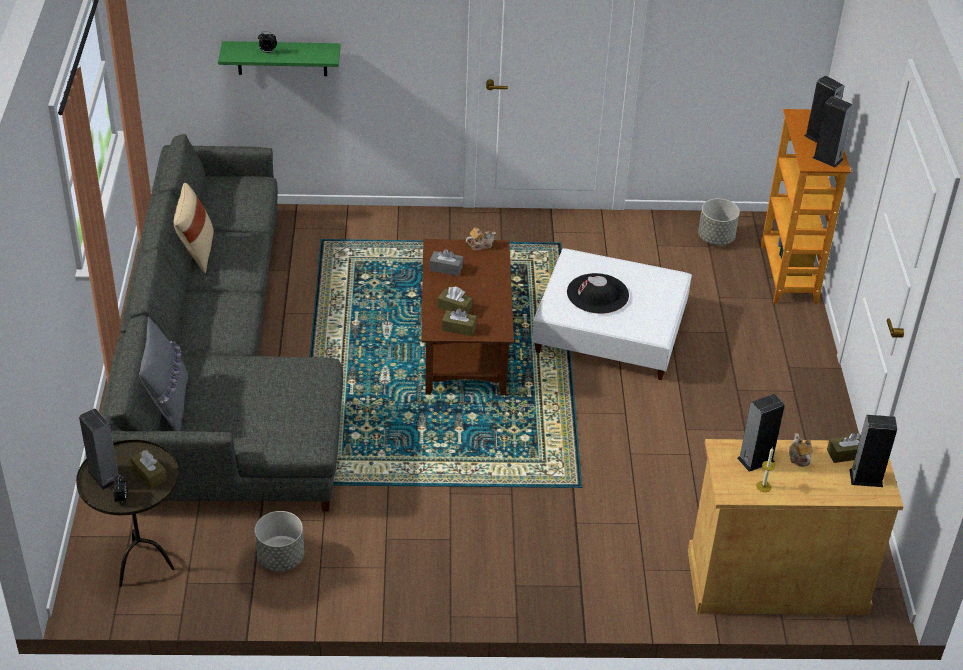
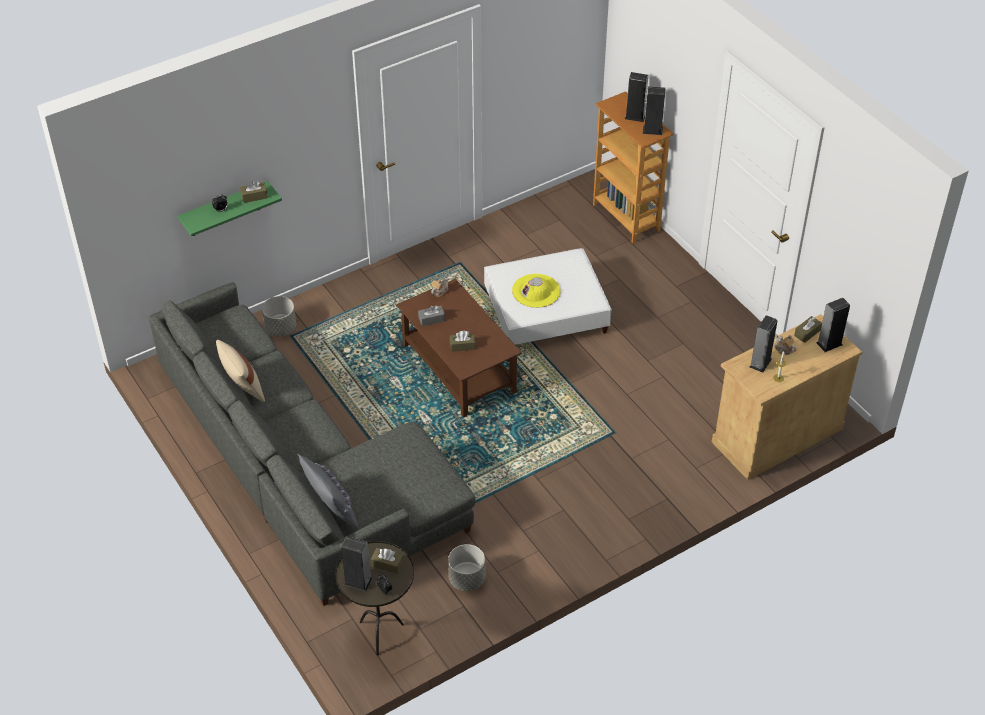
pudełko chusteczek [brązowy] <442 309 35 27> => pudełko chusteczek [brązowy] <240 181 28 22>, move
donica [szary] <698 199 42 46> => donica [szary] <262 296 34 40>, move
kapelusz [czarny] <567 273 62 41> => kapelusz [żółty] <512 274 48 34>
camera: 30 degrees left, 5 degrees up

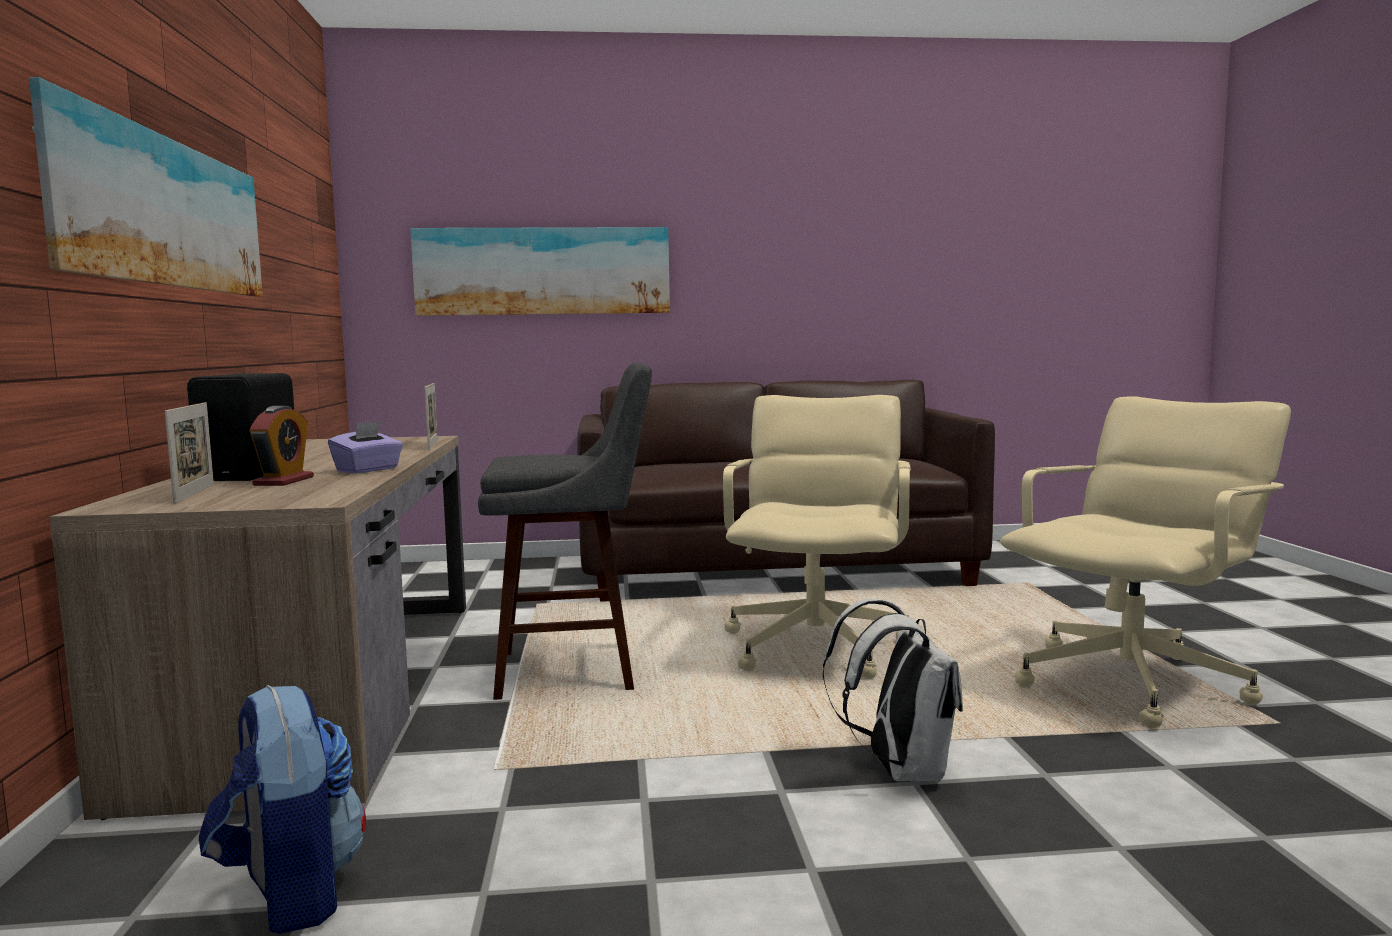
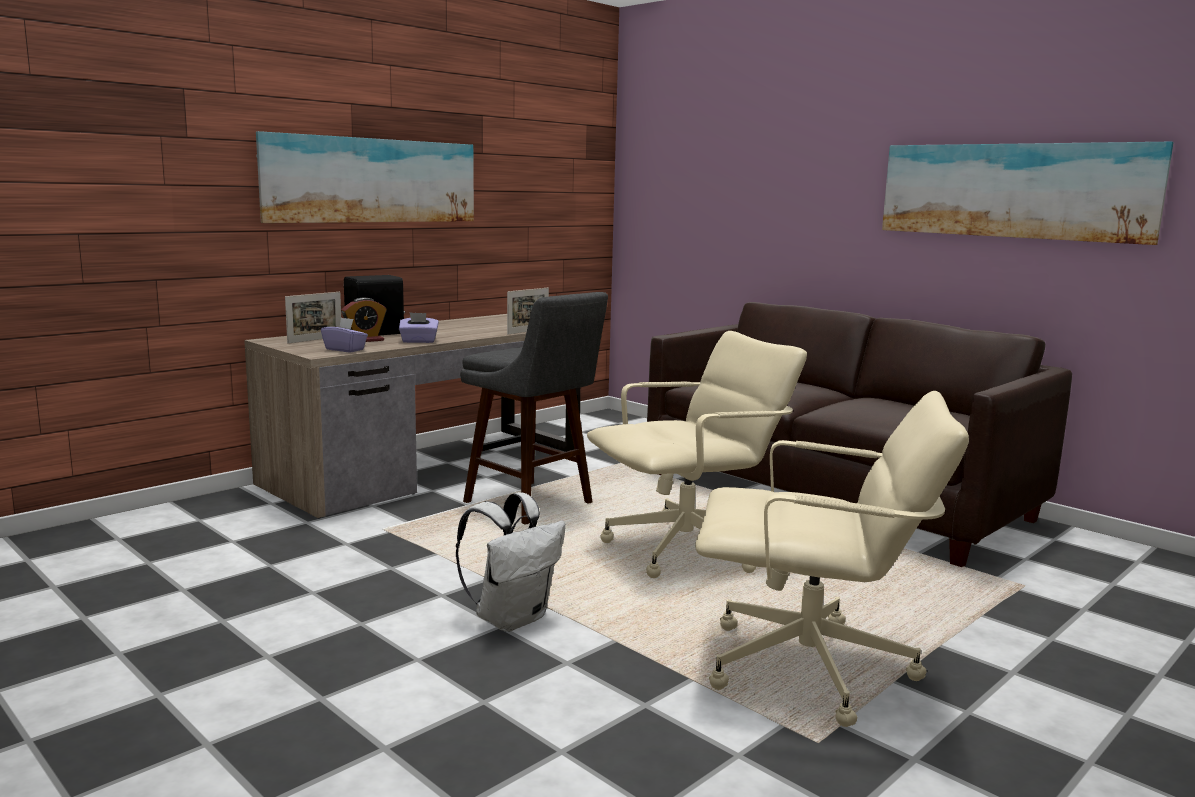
plecak <199 685 167 249> => nothing
nothing => pudełko chusteczek [fioletowy] <321 318 47 34>
obraz <411 227 259 89> => obraz <882 142 292 103>, move
camera: 50 degrees right, 5 degrees up

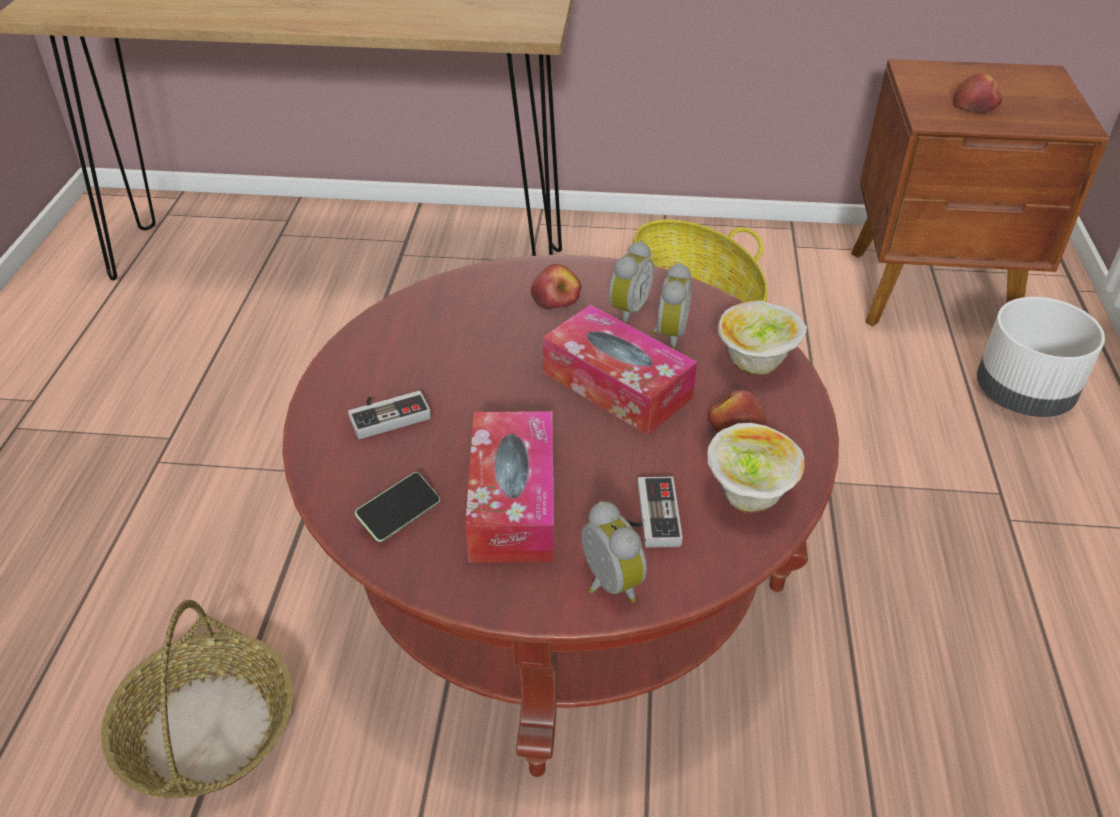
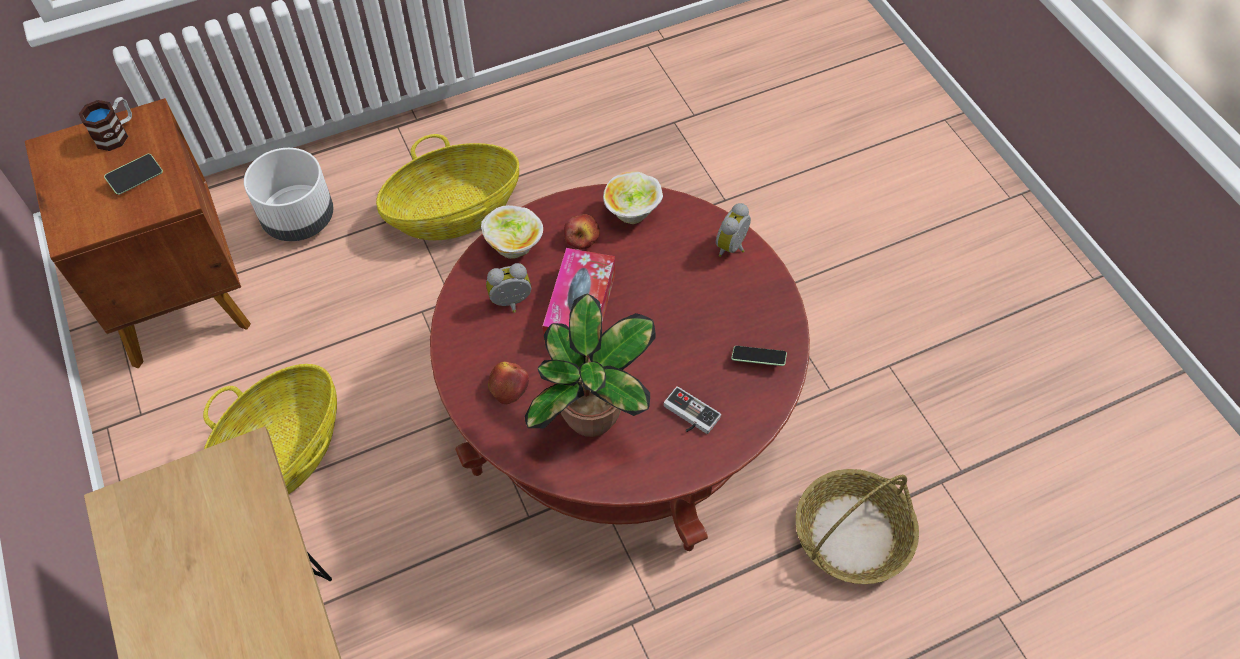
pudełko chusteczek <465 411 89 152> => nothing
budzik <608 241 46 83> => nothing
pad do gier <626 476 57 72> => nothing
nothing => kubek <79 97 53 54>
nothing => koszyk <376 134 143 106>
nothing => roślina doniczkowa <525 293 130 144>
jabłko <953 74 49 39> => telefon <104 154 59 41>
camera: 120 degrees left, 15 degrees up

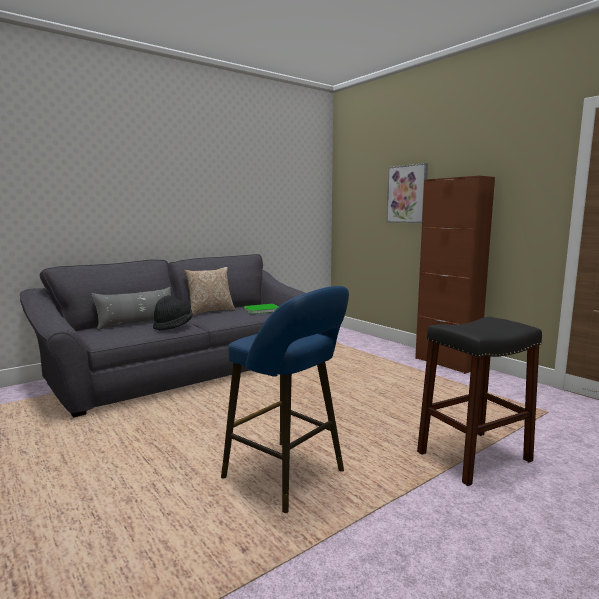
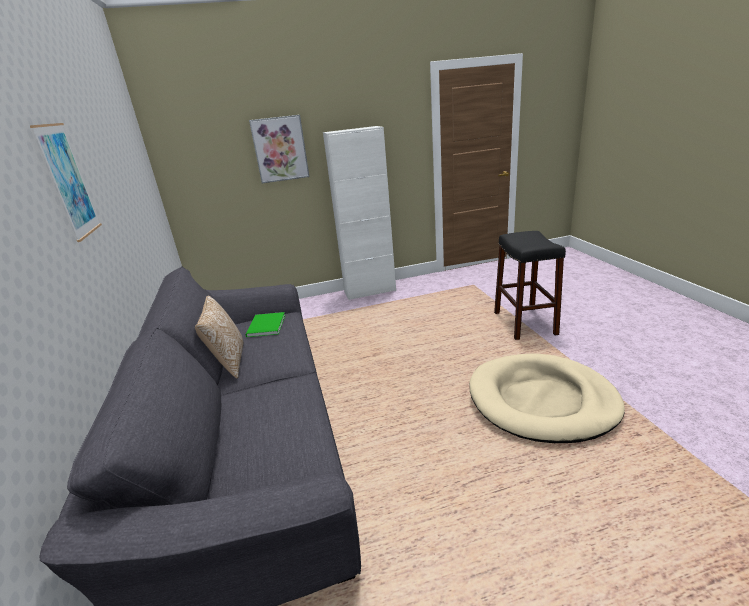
poduszka [szary] <91 287 80 43> => nothing
kapelusz [czarny] <153 295 40 36> => nothing
nothing => obraz <30 123 72 119>
stołek [niebieski] <221 286 128 227> => legowisko [beżowy] <469 353 156 90>
szafka [brązowy] <415 176 80 198> => szafka [biały] <323 126 73 174>
camera: 65 degrees left, 15 degrees up

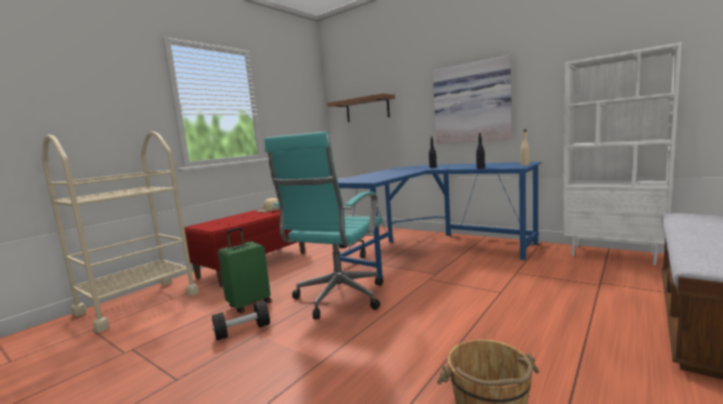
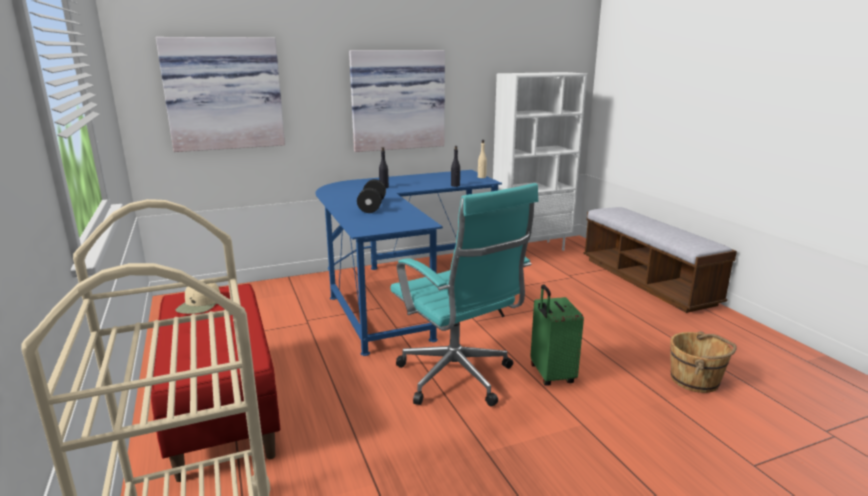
hantel [czarny] <212 301 58 40> => hantel [czarny] <357 179 29 34>, move
walizka [zielony] <218 227 53 86> => walizka [zielony] <530 284 54 102>, move
półka <327 94 68 28> => obraz <156 37 129 115>
camera: 60 degrees left, 10 degrees up

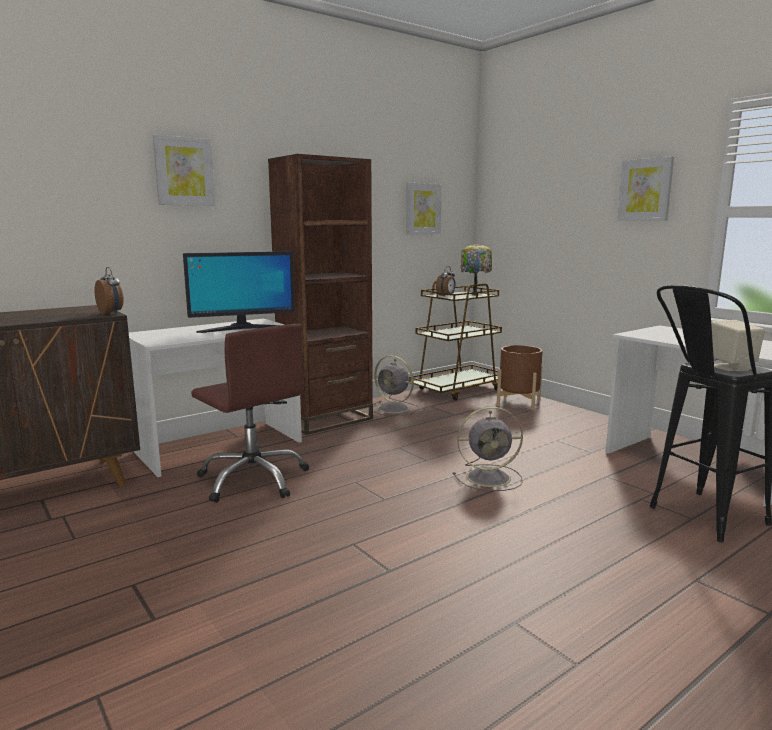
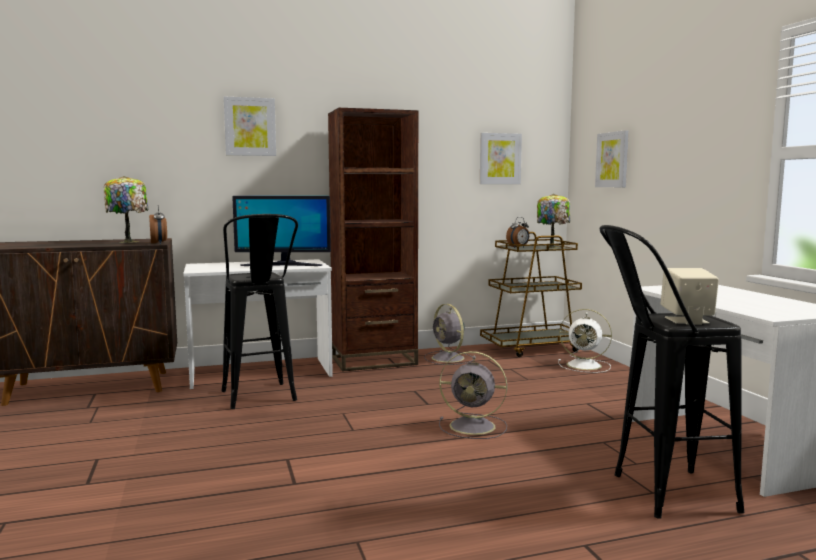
nothing => lampa stołowa <103 176 45 67>
obraz <617 156 57 65> => obraz <595 130 34 57>, move
krzesło biurowe [brązowy] <191 324 118 179> => stołek [czarny] <222 214 76 195>
donica [brązowy] <497 345 46 65> => wentylator [biały] <558 309 54 64>
camera: 20 degrees right, 5 degrees down

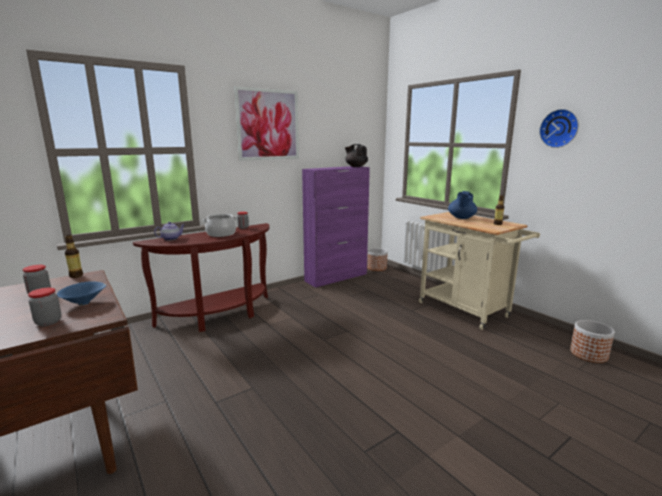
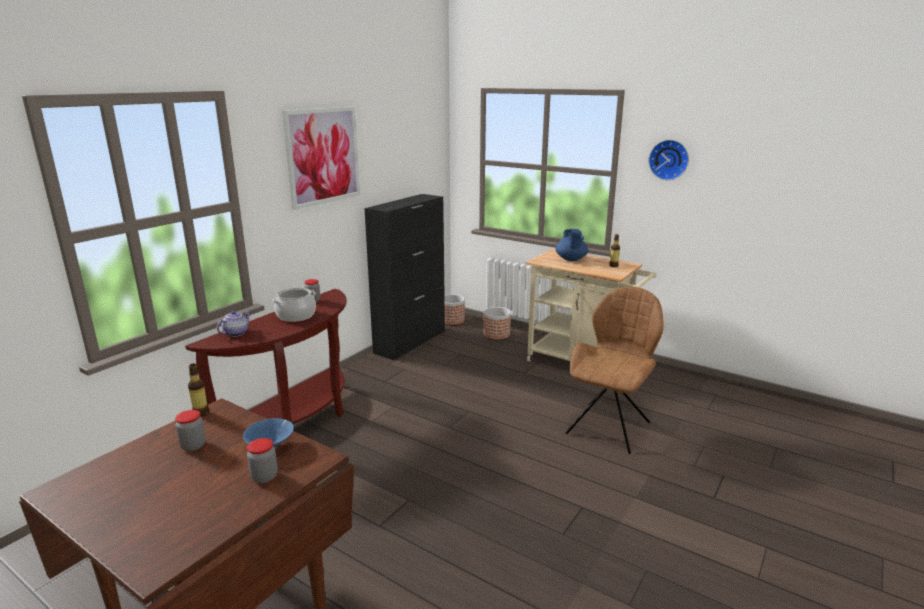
imbryk [czarny] <345 144 23 23> => nothing
nothing => krzesło [brązowy] <565 287 99 167>
donica <570 320 45 43> => donica <484 307 27 33>, move
szafka [fioletowy] <302 166 68 122> => szafka [czarny] <364 194 81 166>
camera: 20 degrees left, 5 degrees up

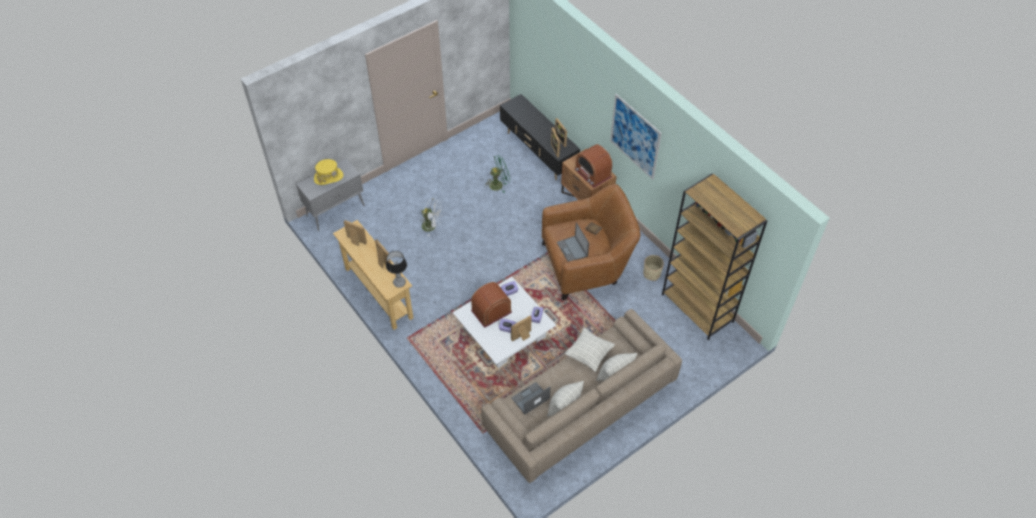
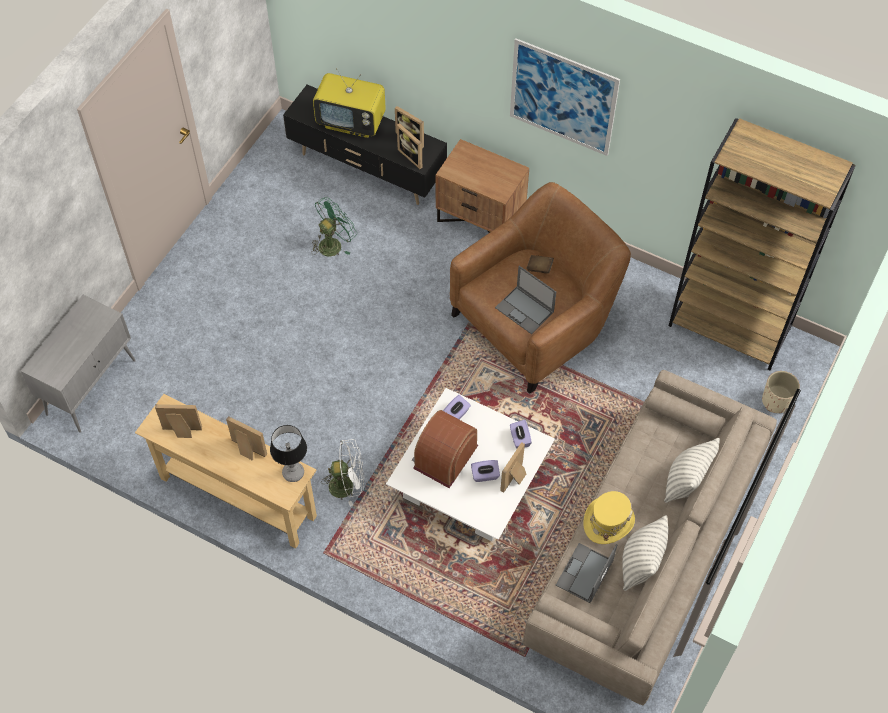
poduszka <565 327 50 45> => nothing
radio <575 144 37 44> => nothing
nothing => telewizor <313 68 73 70>
kapelusz [żółty] <314 159 29 26> => kapelusz [żółty] <583 491 52 53>, move
wentylator [biały] <421 198 22 39> => wentylator [biały] <321 439 43 68>, move
donica [beżowy] <643 255 21 26> => donica [beżowy] <762 371 38 42>, move
camera: 25 degrees left, 5 degrees up

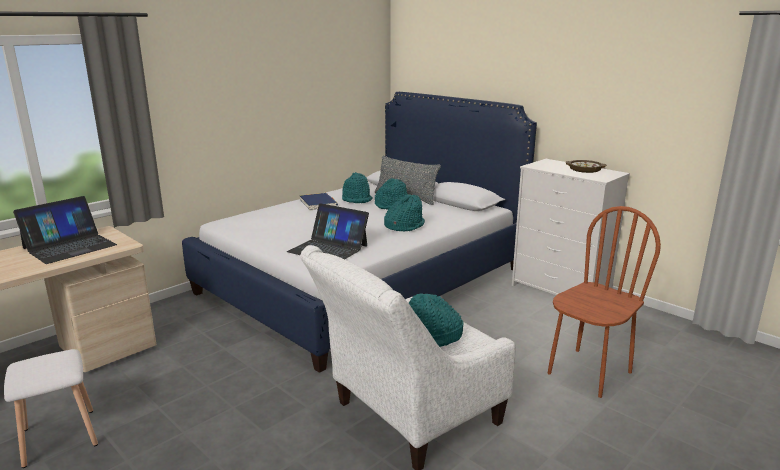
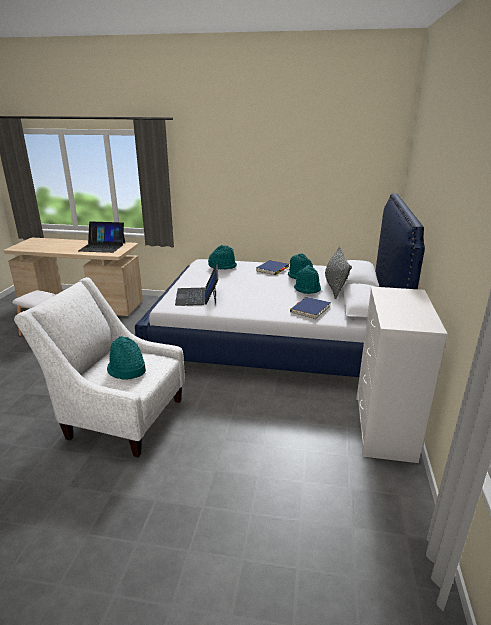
krzesło [brązowy] <548 206 113 192> => nothing
miska <566 160 40 13> => nothing
nothing => książka [niebieski] <290 297 41 22>
kapelusz [turkusowy] <384 194 41 38> => kapelusz [turkusowy] <208 245 29 25>, move
camera: 55 degrees right, 5 degrees up

